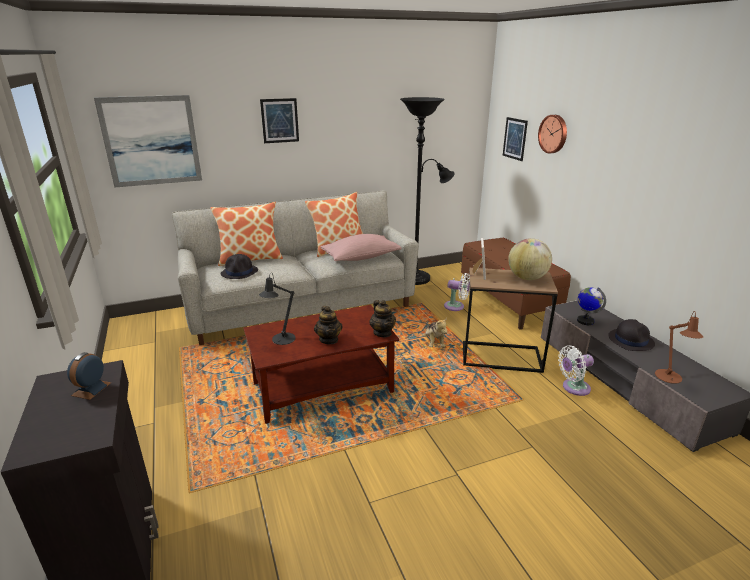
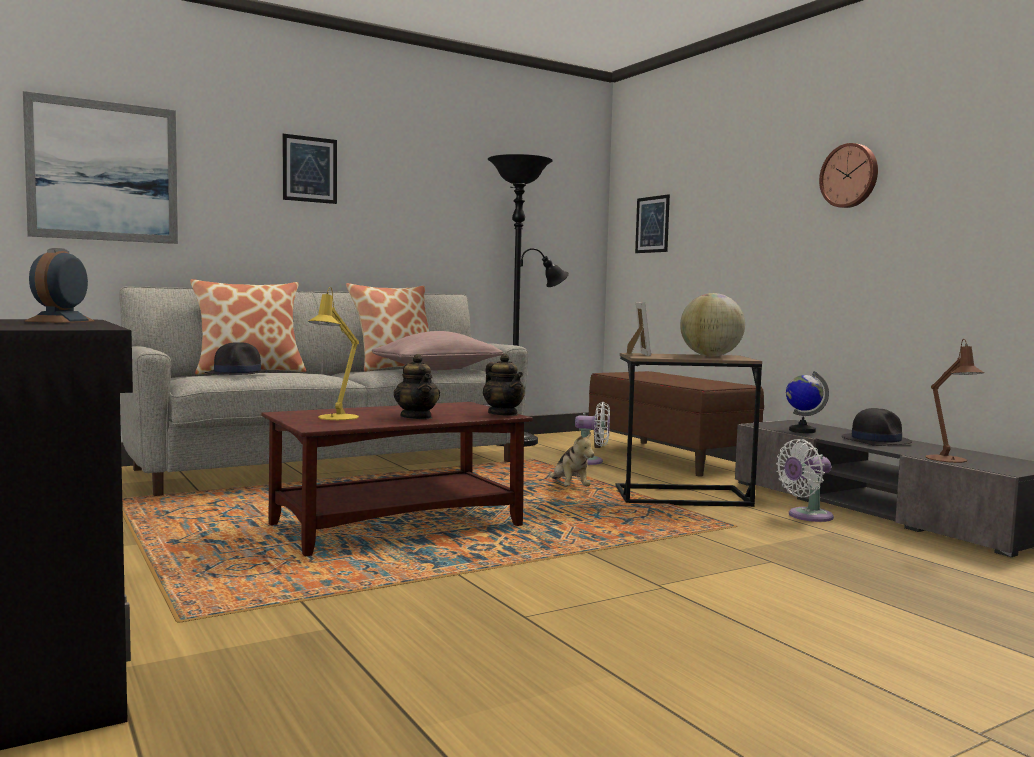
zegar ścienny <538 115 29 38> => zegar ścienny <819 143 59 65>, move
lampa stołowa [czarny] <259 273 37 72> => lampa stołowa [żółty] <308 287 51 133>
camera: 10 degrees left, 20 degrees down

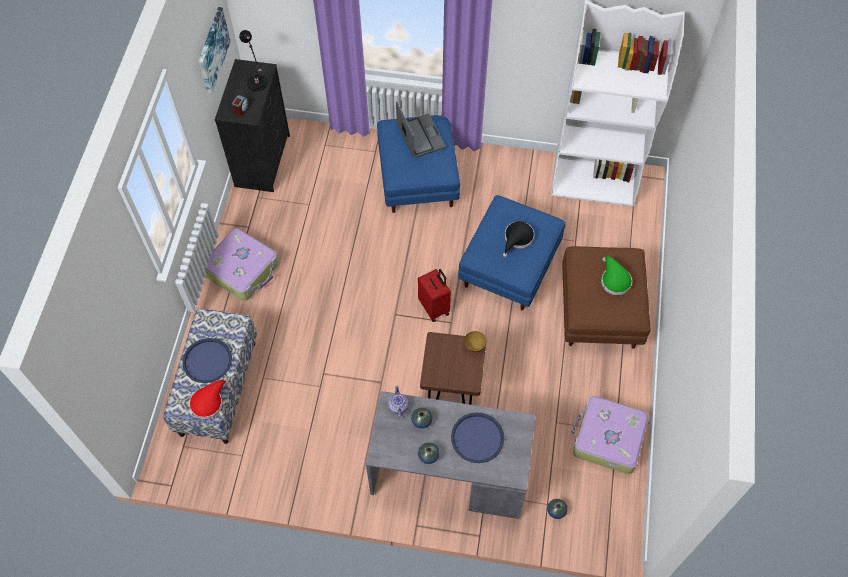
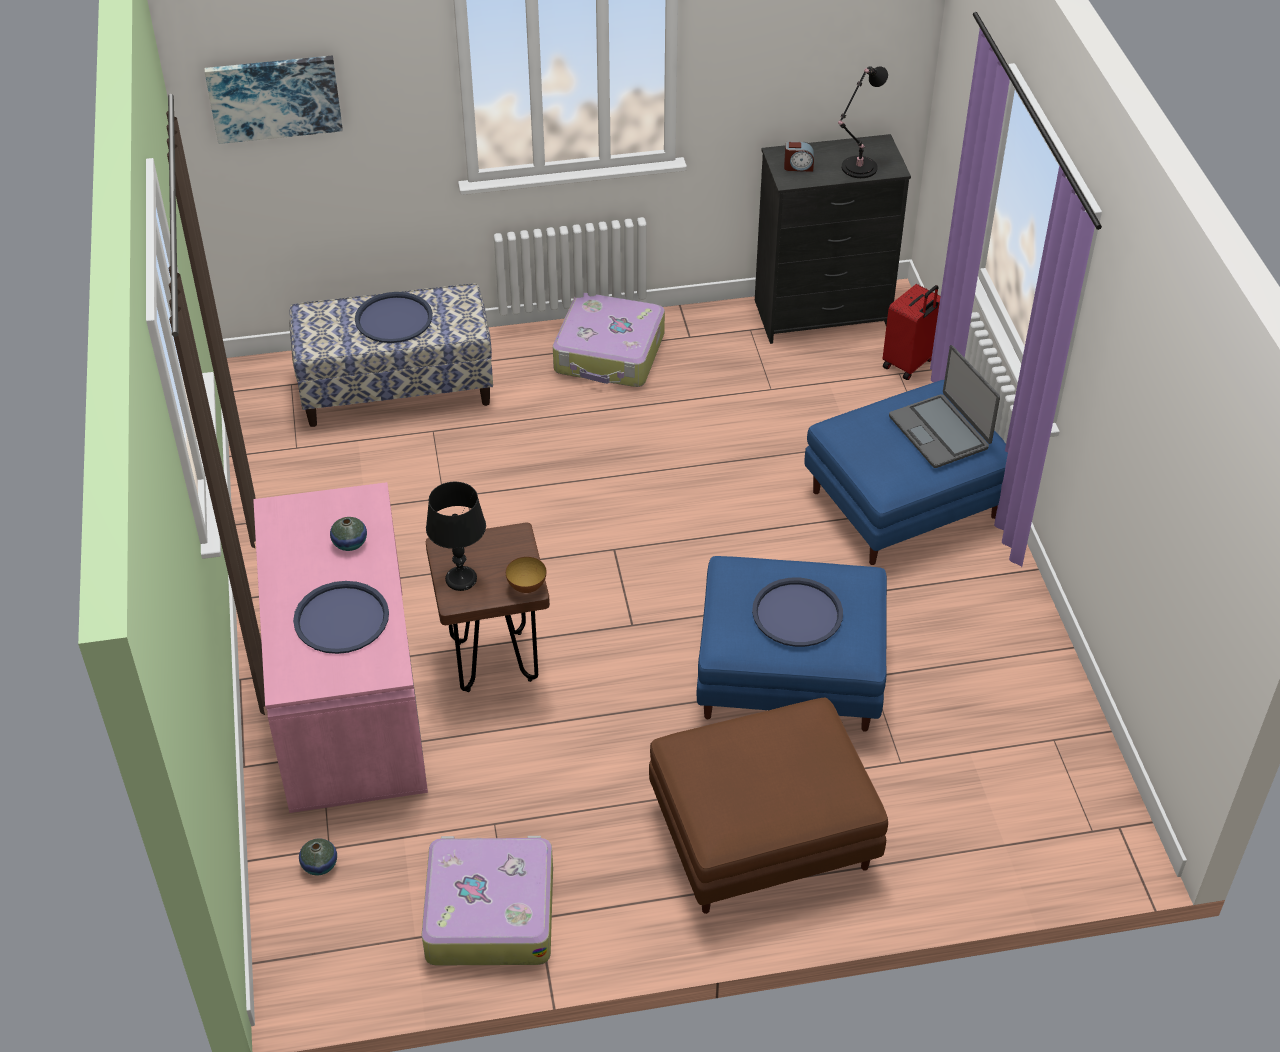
kapelusz [czerwony] <189 380 40 39> => nothing
imbryk <388 386 20 33> => nothing
wazon <418 443 22 21> => nothing
regał [biały] <551 0 134 207> => nothing
kapelusz [zielony] <601 257 31 38> => nothing
nothing => lampa stołowa [czarny] <426 482 60 109>
obraz <198 7 33 88> => obraz <205 56 138 88>, move
walizka [czerwony] <418 269 33 53> => walizka [czerwony] <883 284 58 96>, move
kapelusz [czarny] <503 221 31 36> => taca [niebieski] <752 578 91 69>
biurko [szary] <366 391 170 128> => biurko [różowy] <253 482 175 331>
laptop <396 102 50 56> => laptop <889 345 111 123>, 105 degrees clockwise
camera: 70 degrees right, 15 degrees down

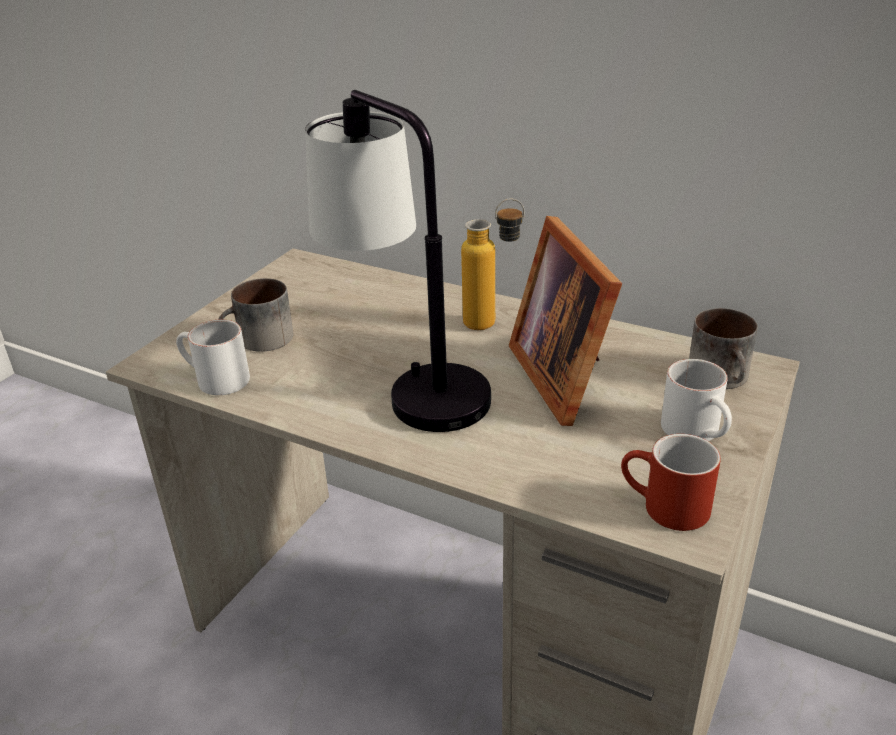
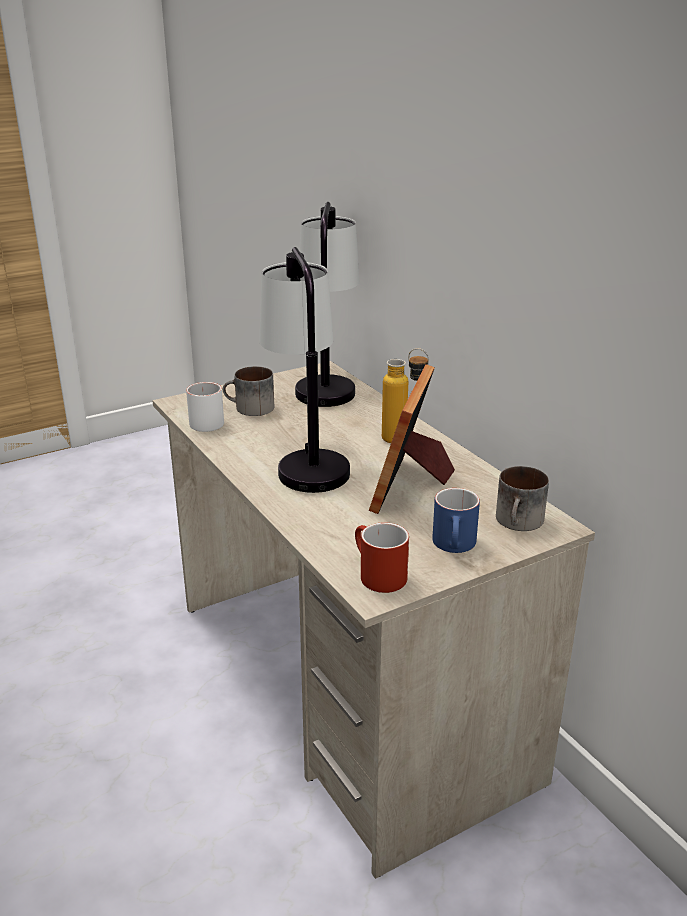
nothing => lampa stołowa <295 202 65 205>
kubek [biały] <661 359 71 82> => kubek [niebieski] <432 488 48 65>
camera: 30 degrees right, 5 degrees down

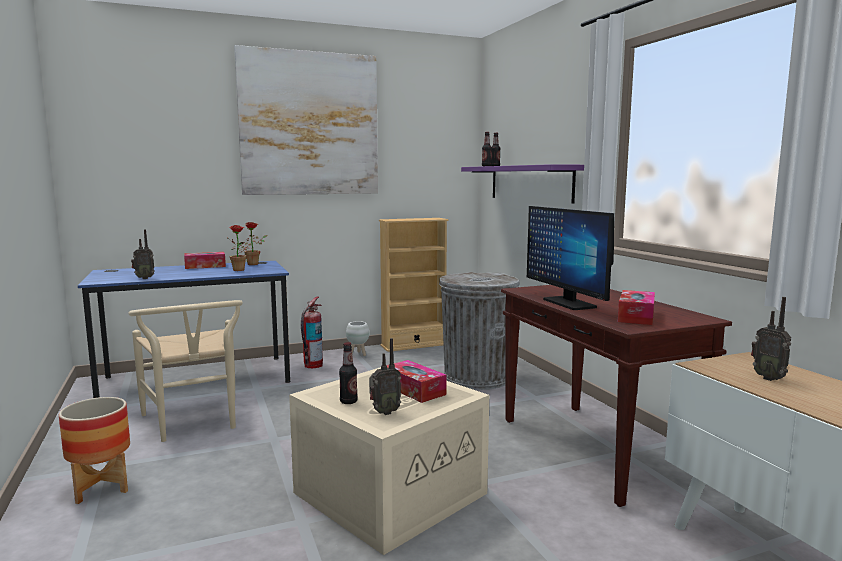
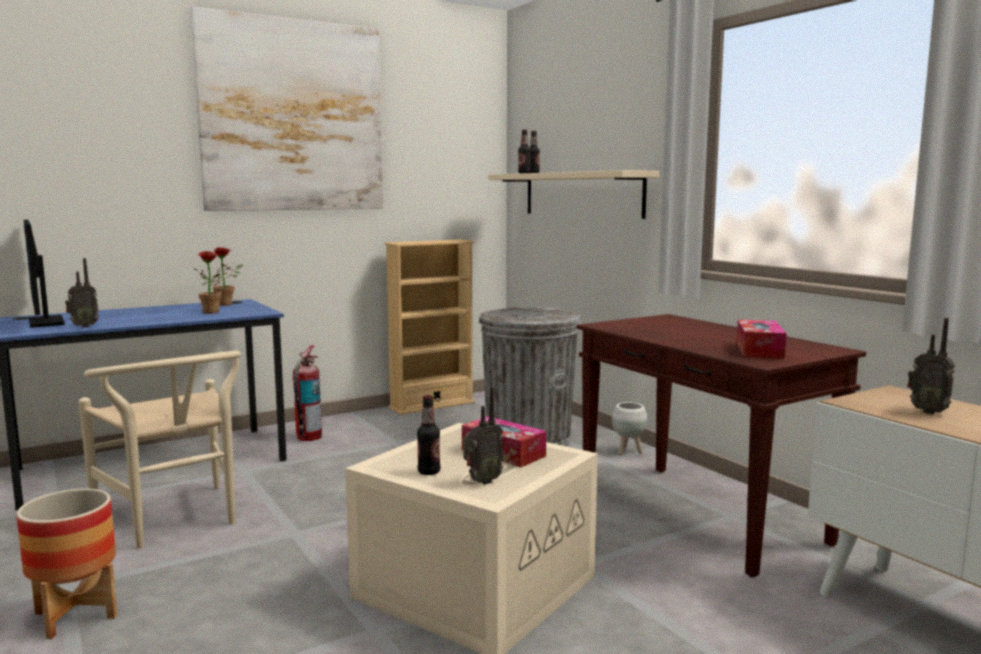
pudełko chusteczek <184 252 42 17> => nothing
donica [biały] <346 321 23 35> => donica [biały] <612 402 35 53>, move
monitor <527 206 87 104> => monitor <24 220 41 107>, move
półka [fioletowy] <461 164 123 40> => półka [beżowy] <488 170 171 49>
camera: 10 degrees left, 0 degrees up

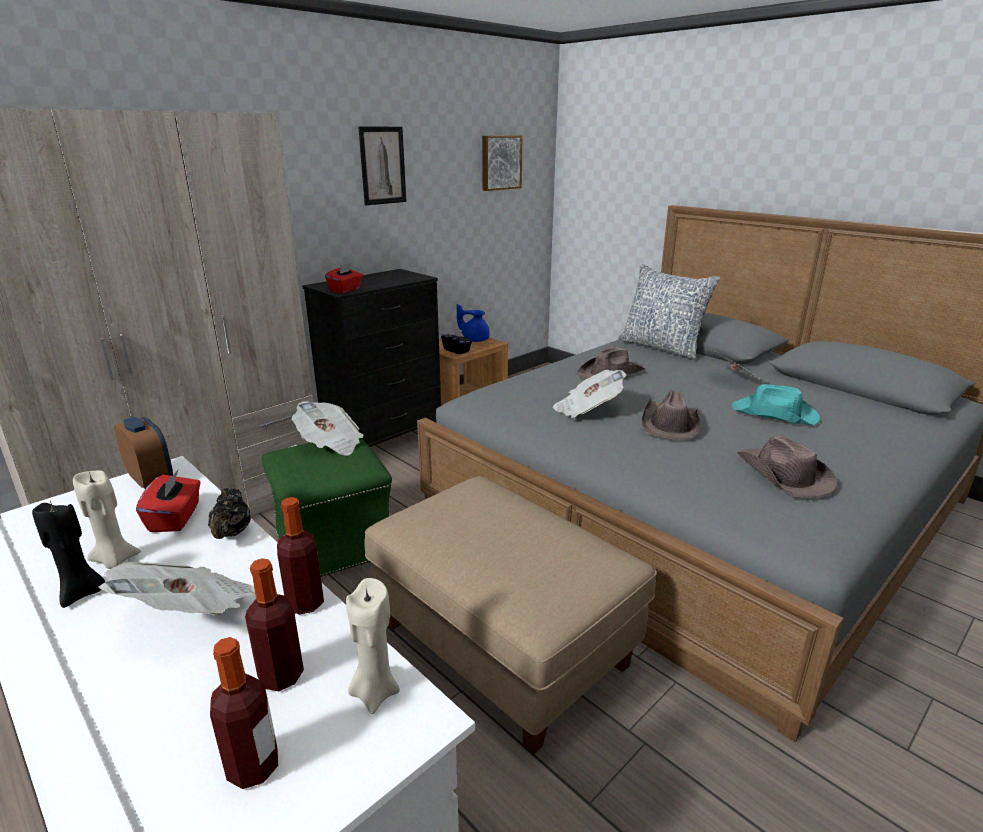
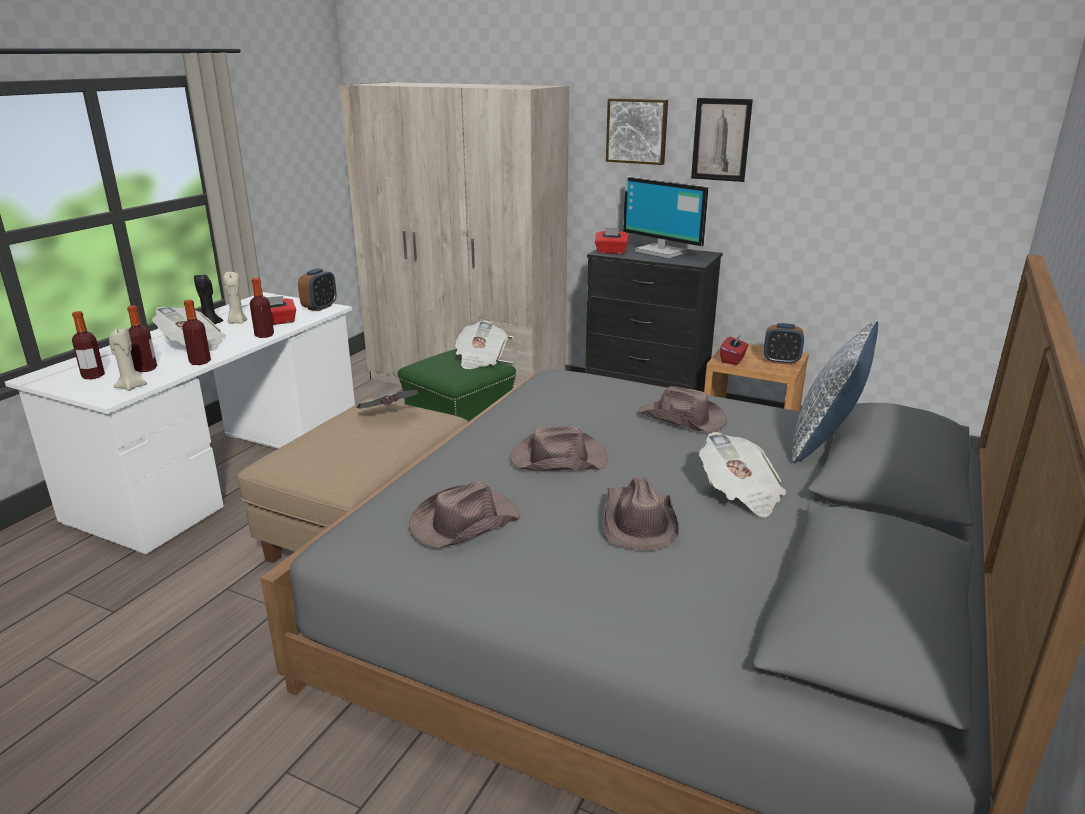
nothing => monitor <623 176 87 82>
obraz <482 136 41 55> => obraz <606 98 62 67>, move
gazeta <553 370 74 48> => gazeta <356 390 62 19>, move
imbryk [czarny] <208 488 43 51> => butelka <250 278 24 60>
imbryk [niebieski] <457 304 33 38> => budzik <764 323 40 42>
pudełko chusteczek [czarny] <441 328 31 26> => pudełko chusteczek [czerwony] <720 335 29 30>
kapelusz [turkusowy] <732 384 88 42> => kapelusz [brązowy] <603 476 76 74>
camera: 70 degrees right, 0 degrees up

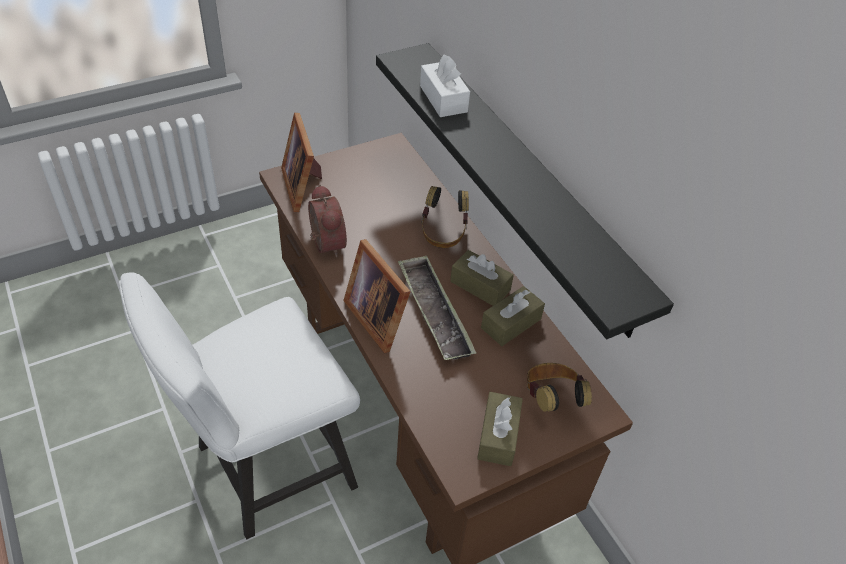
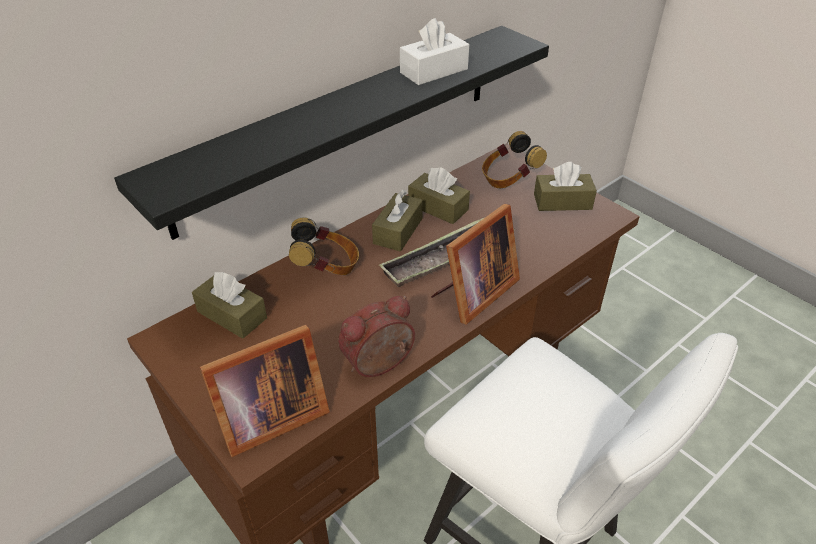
nothing => pudełko chusteczek [brązowy] <192 272 75 67>
pudełko chusteczek [biały] <420 55 50 62> => pudełko chusteczek [biały] <400 18 69 67>, move
camera: 100 degrees left, 5 degrees down

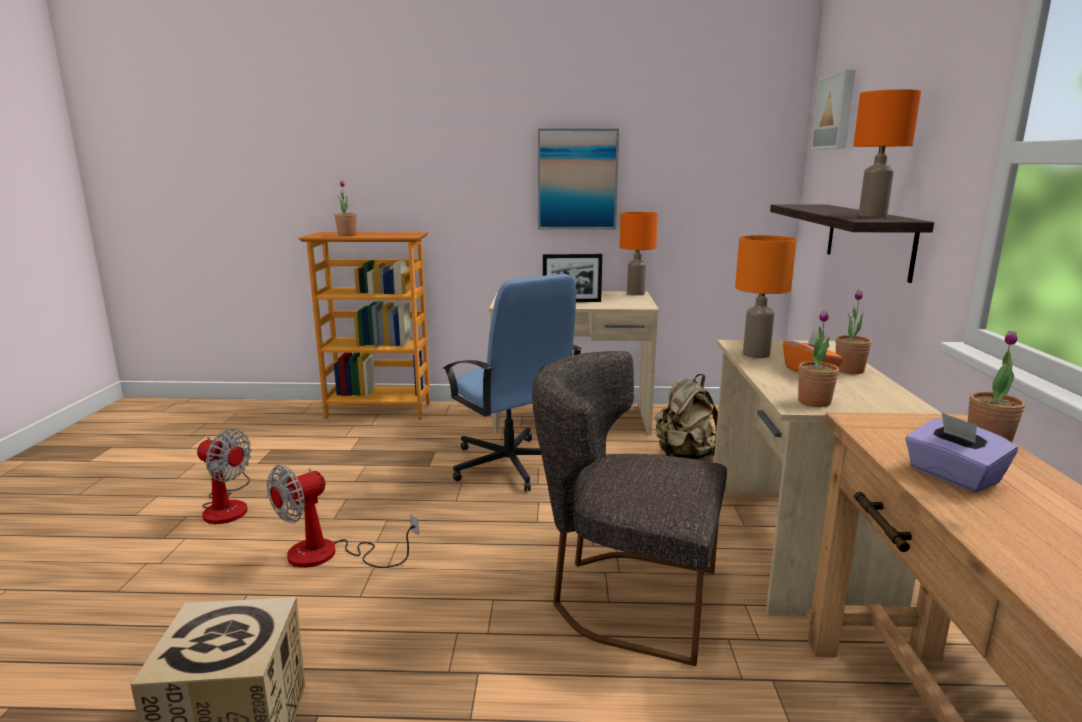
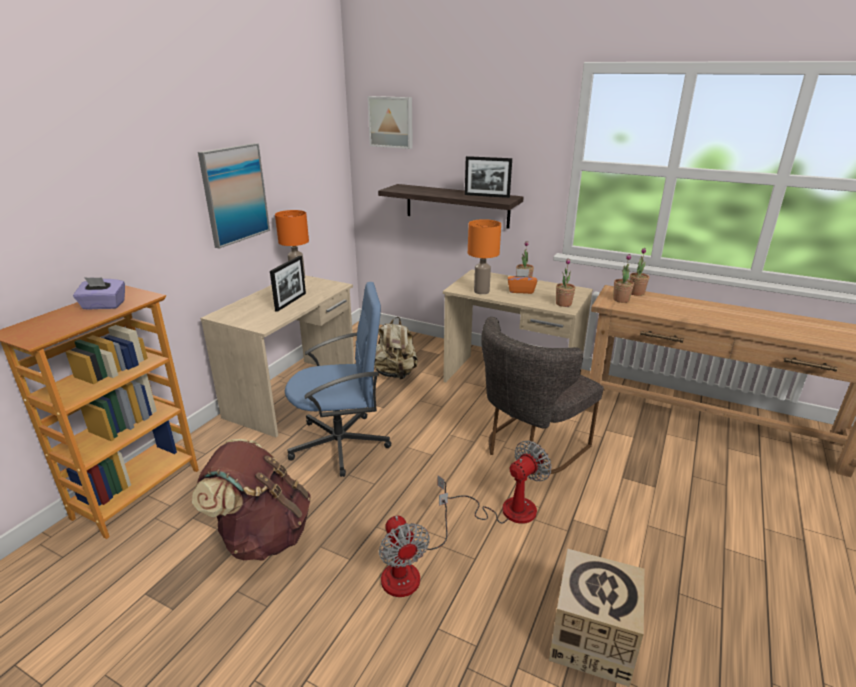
nothing => plecak [brązowy] <192 439 119 122>
wentylator <197 429 55 95> => wentylator <438 440 114 84>, move
roślina doniczkowa <334 180 23 56> => roślina doniczkowa <613 254 21 49>, move
pudełko chusteczek [fioletowy] <905 412 113 81> => pudełko chusteczek [fioletowy] <73 277 52 32>, move
lampa stołowa [pomarańczowy] <853 89 68 128> => ramka na zdjęcie <465 156 47 42>
camera: 65 degrees left, 10 degrees up

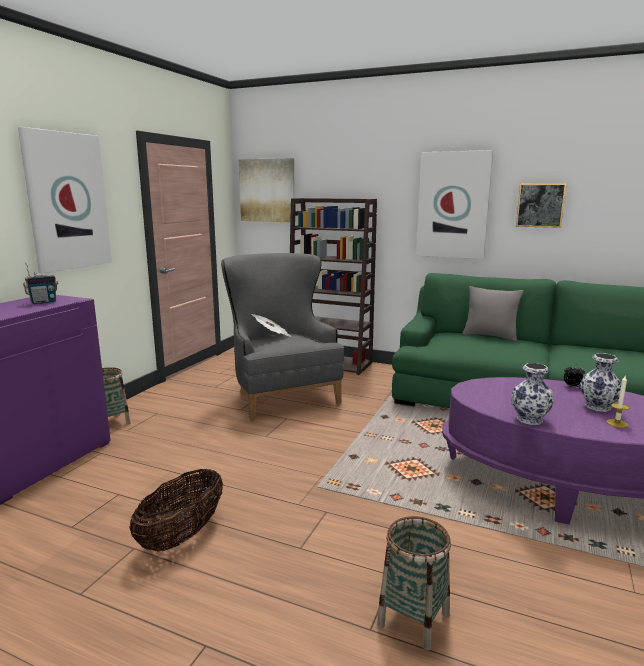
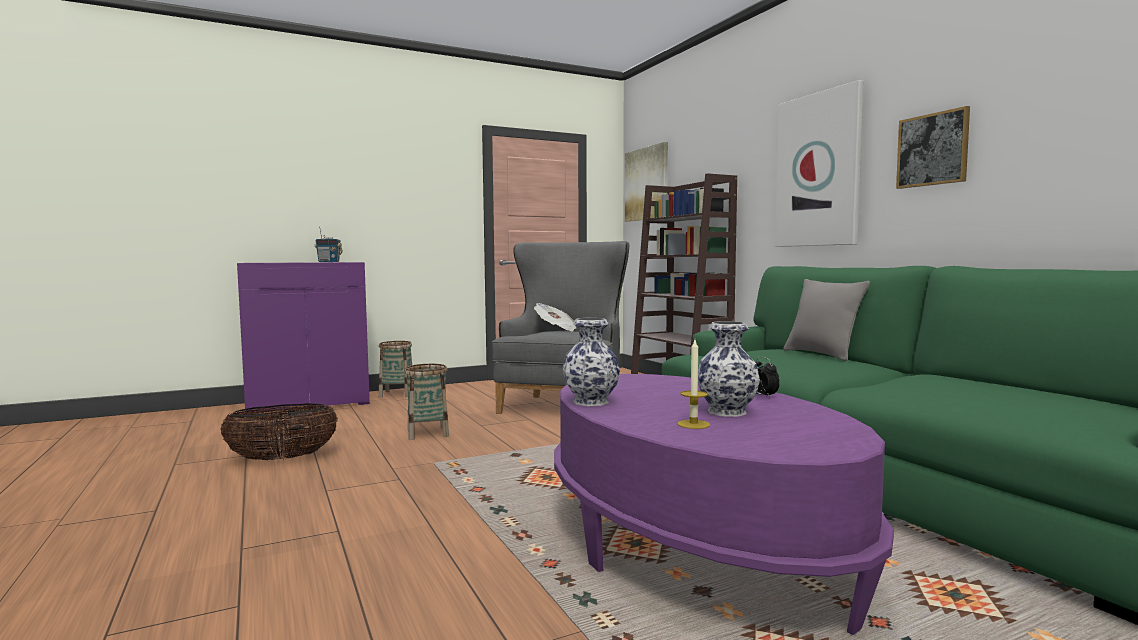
obraz <18 127 94 146> => nothing
koszyk <377 516 74 135> => koszyk <405 364 44 76>, move
camera: 40 degrees right, 10 degrees down

